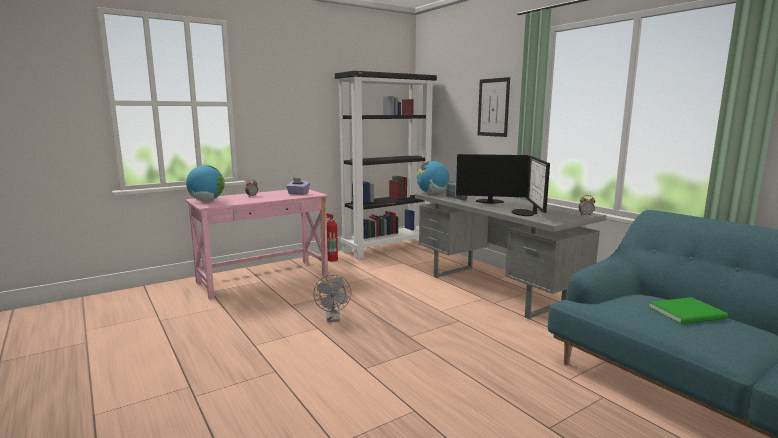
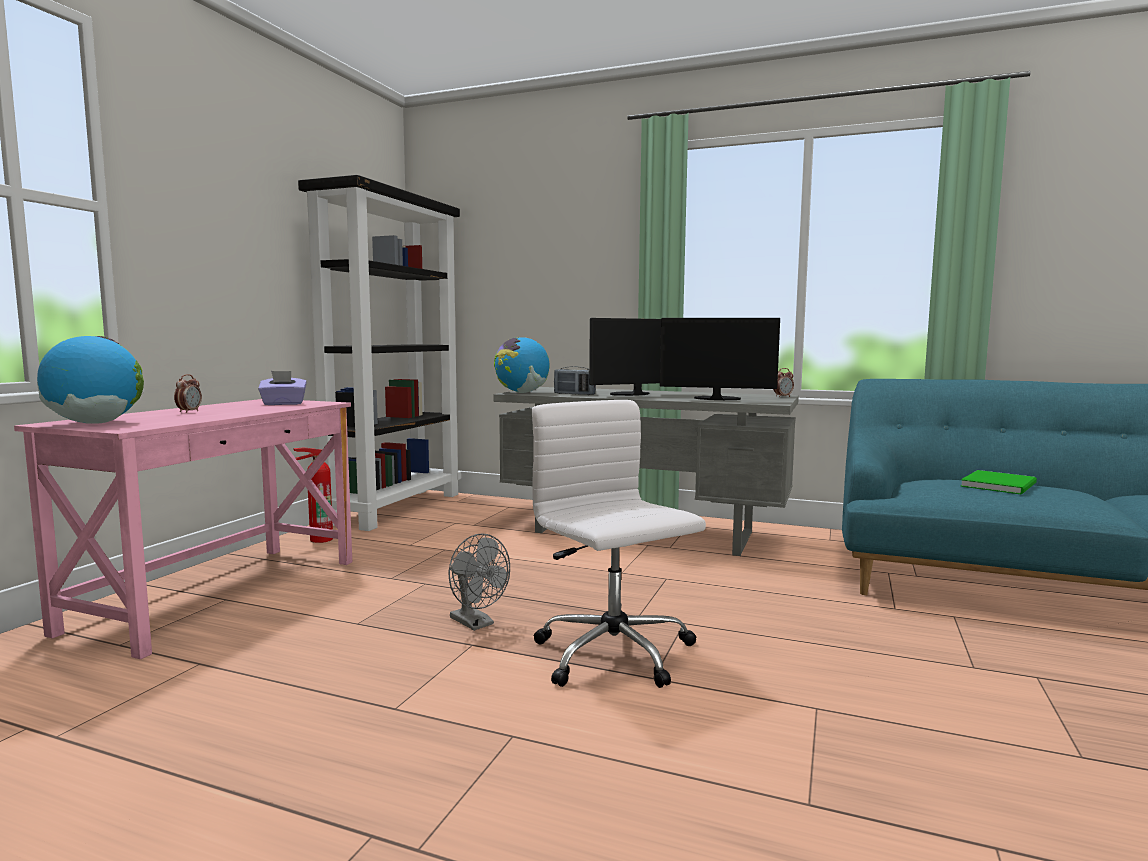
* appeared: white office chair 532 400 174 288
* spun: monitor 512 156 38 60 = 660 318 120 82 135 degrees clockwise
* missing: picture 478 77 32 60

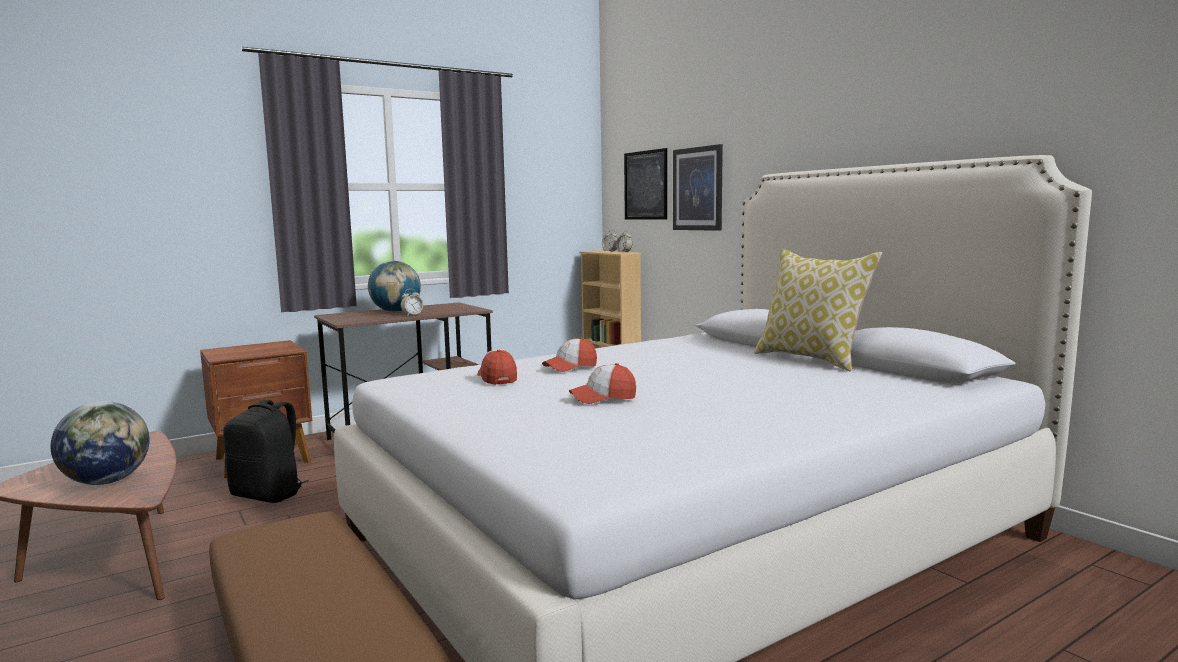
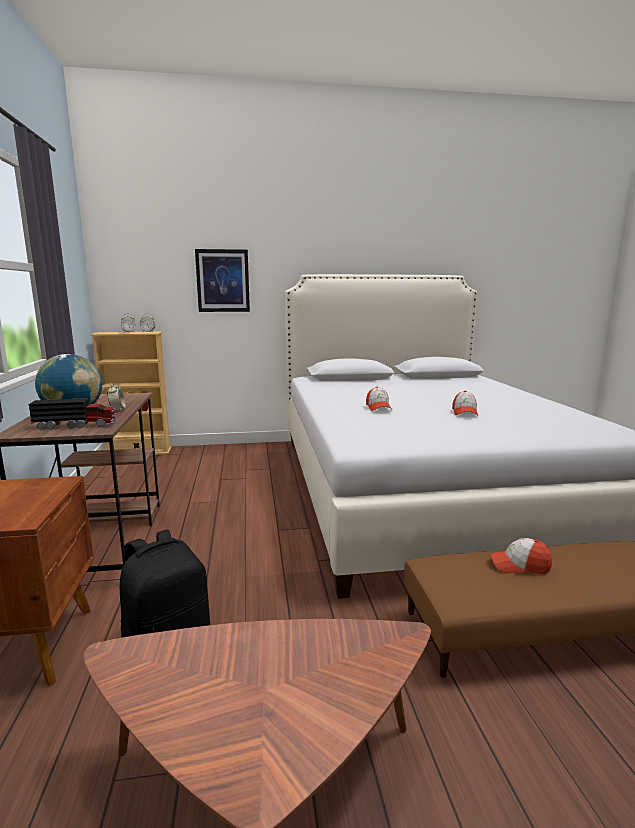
* appeared: toy truck 28 396 89 34
* relocated: cap 477 349 40 36 to 490 538 62 36
* missing: globe 51 401 99 84
* missing: picture 624 148 43 72
* missing: pillow 754 249 128 122

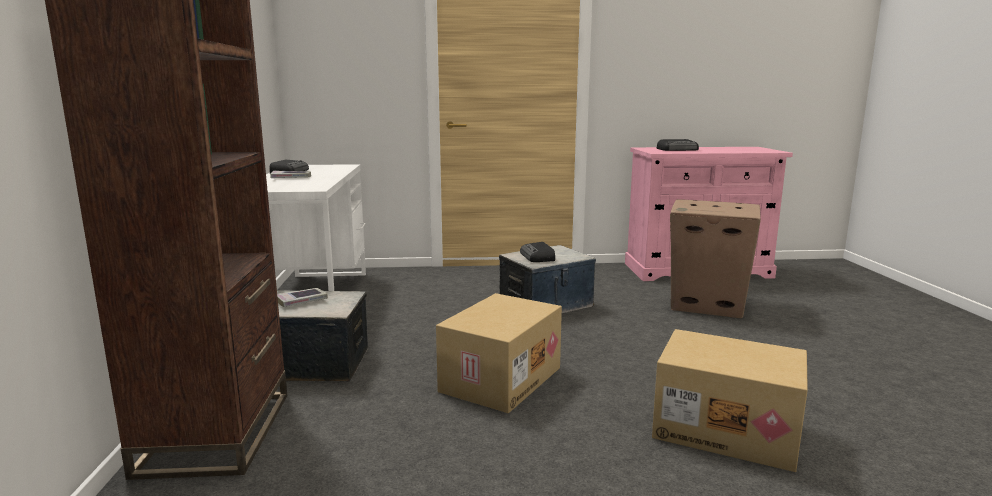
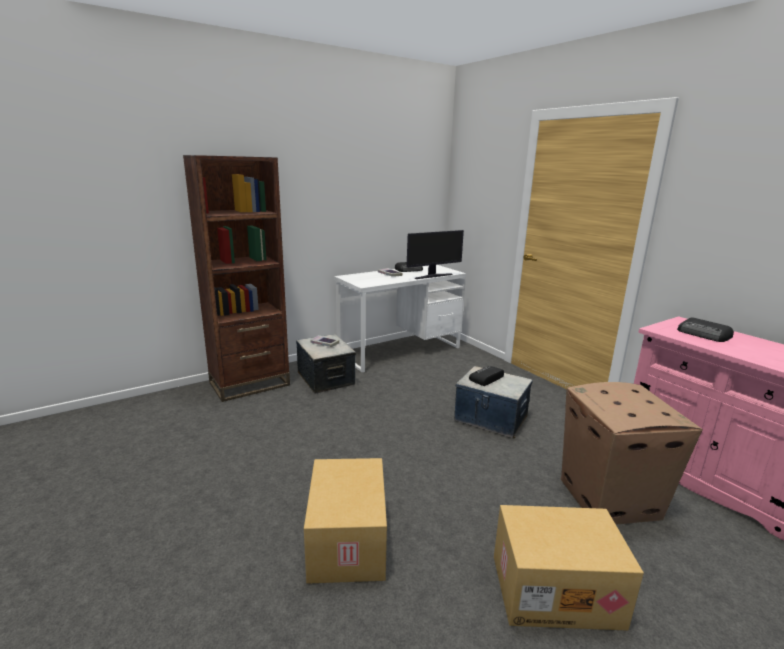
* appeared: monitor 406 230 58 49
* relocated: cardboard box 436 293 126 120 to 494 505 150 126

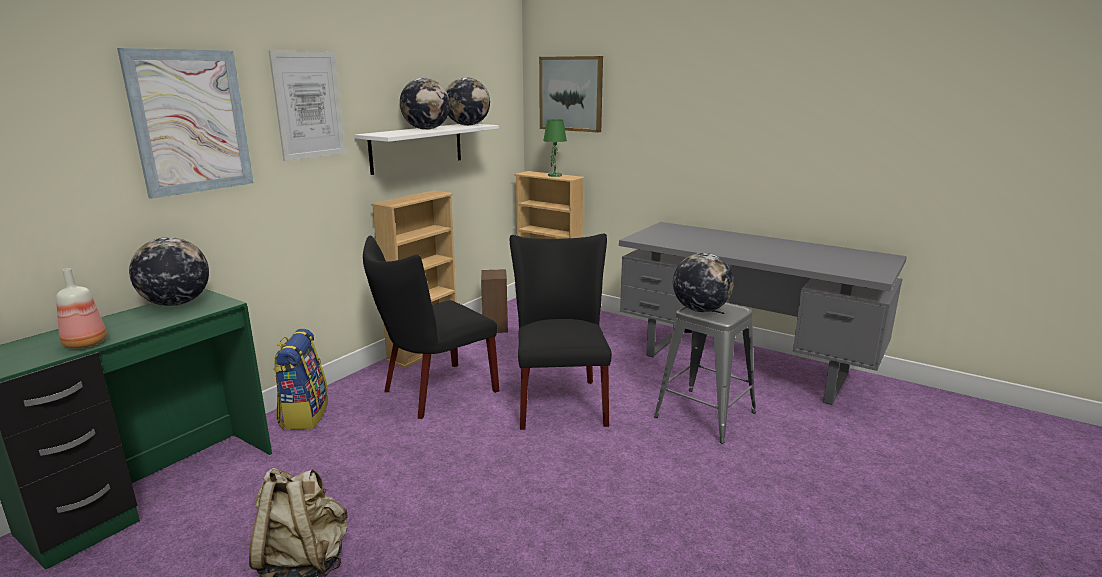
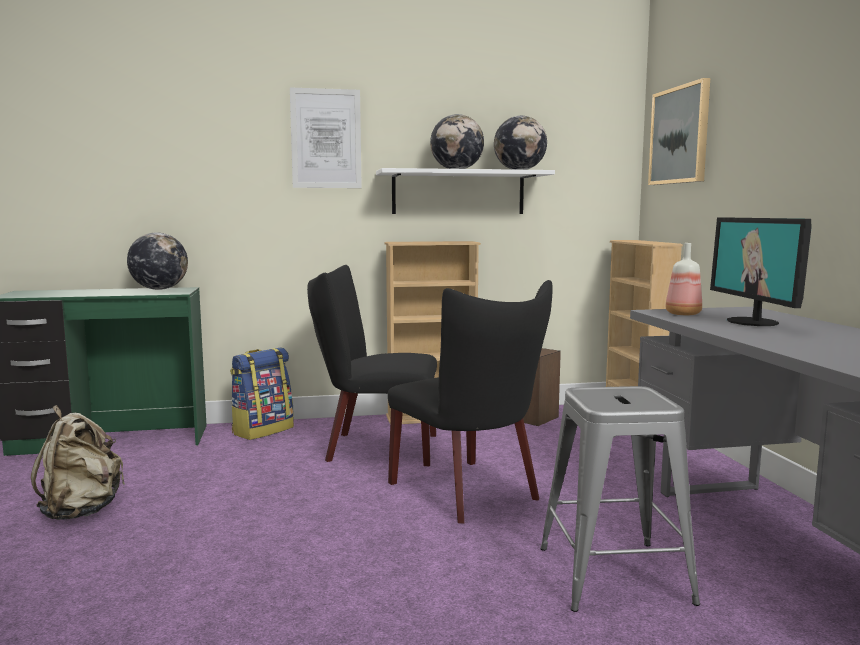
* spun: black chair 510 233 102 197 = 388 280 165 243 105 degrees clockwise
* relocated: bottle 56 268 51 81 to 665 243 37 72
* appeared: monitor 710 217 102 109
* missing: picture 117 48 137 151
* missing: green table lamp 543 119 24 58
* missing: globe 673 253 61 59

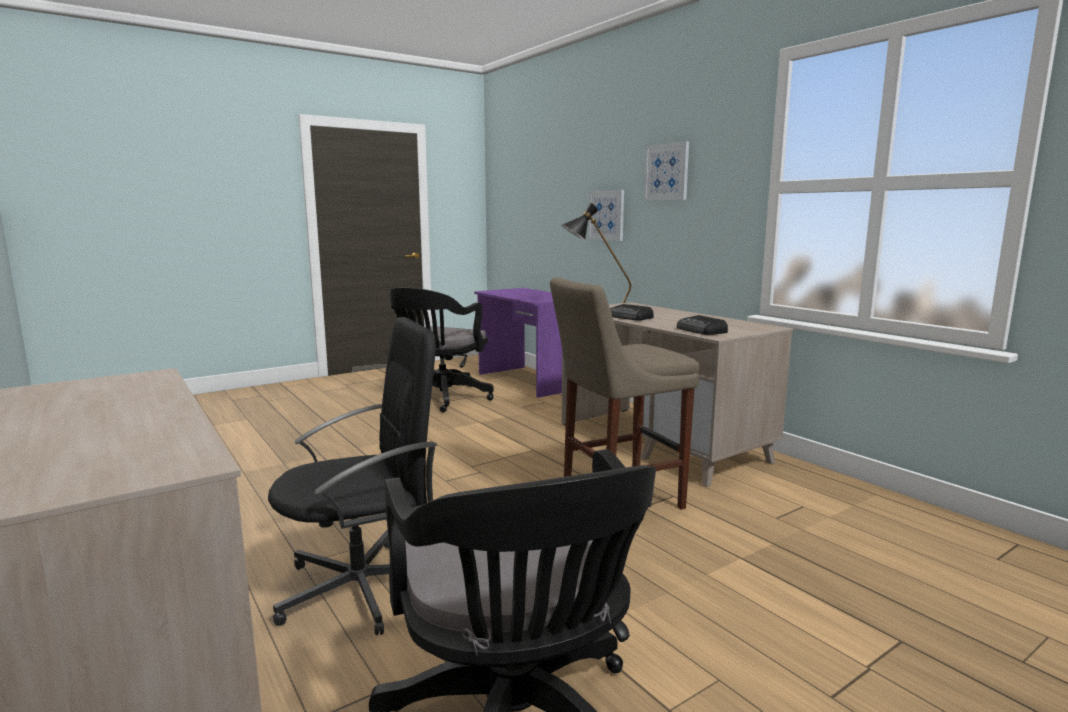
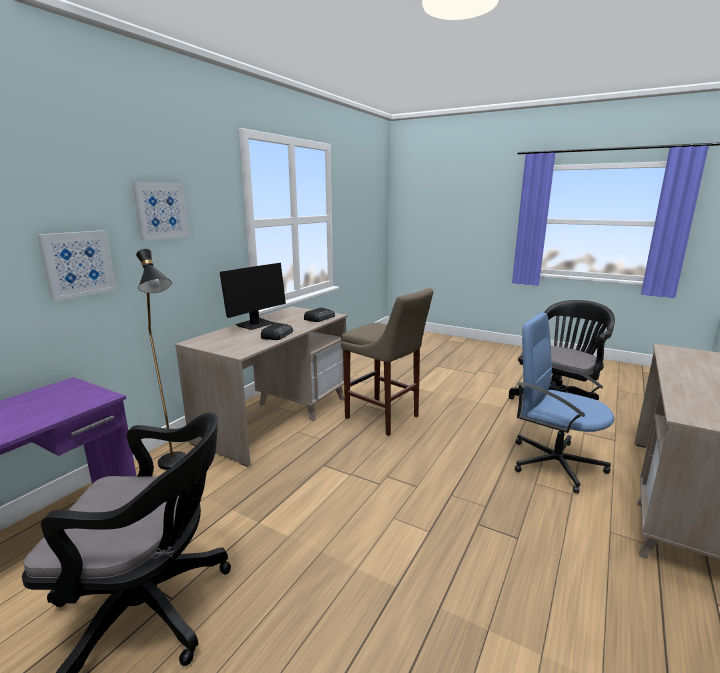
* appeared: monitor 220 263 66 67
* colour: black office chair 268 317 169 318 to blue office chair 515 312 99 181

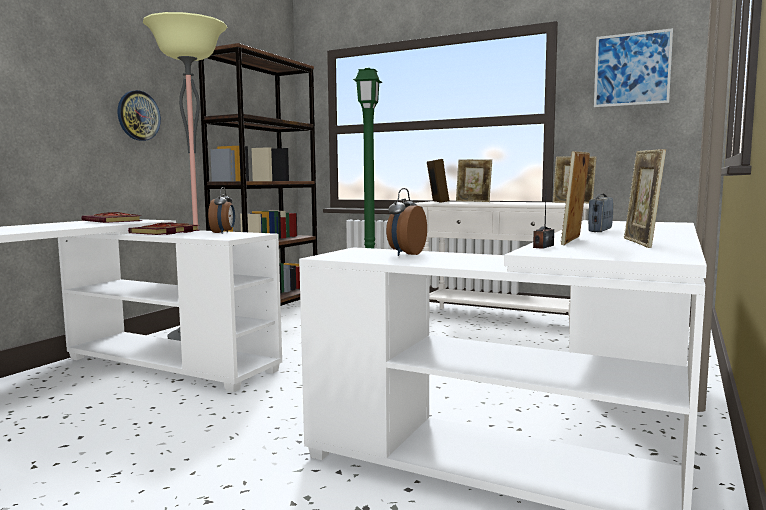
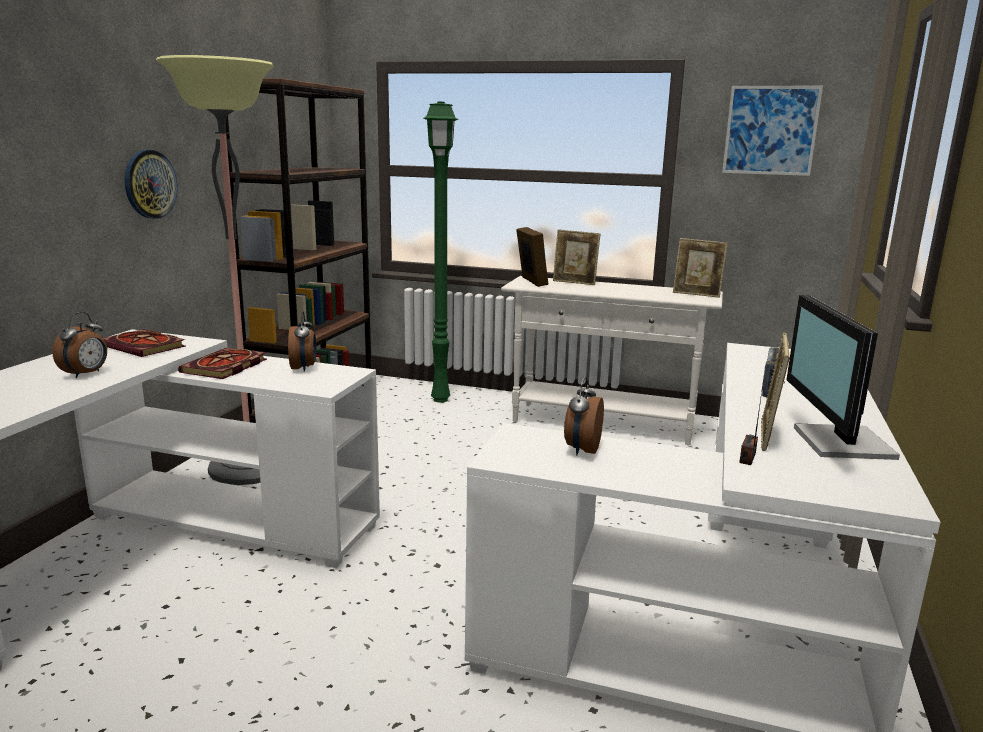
* appeared: alarm clock 52 312 55 66
* exchanged: picture frame 624 149 42 99 to monitor 787 295 113 165

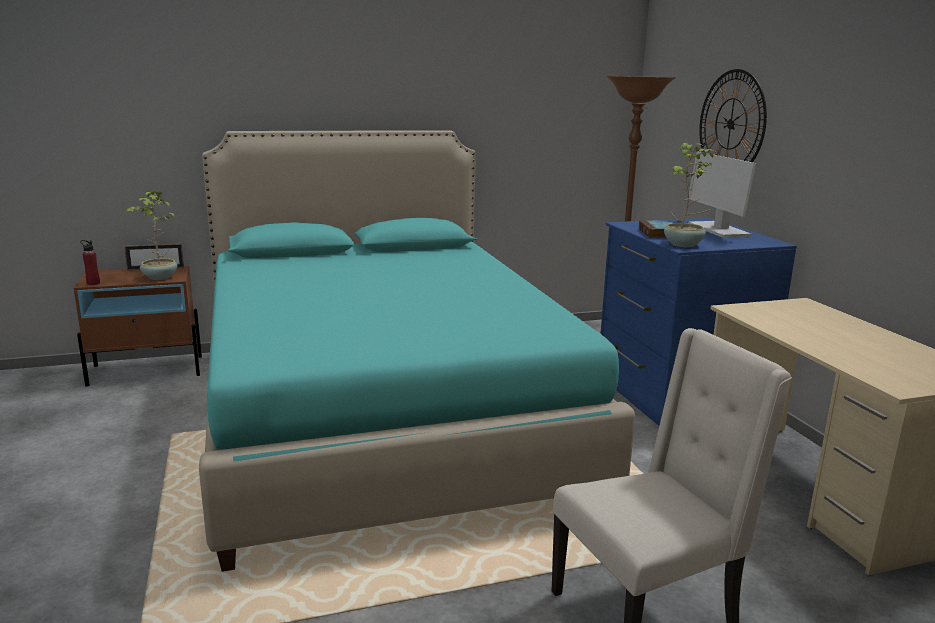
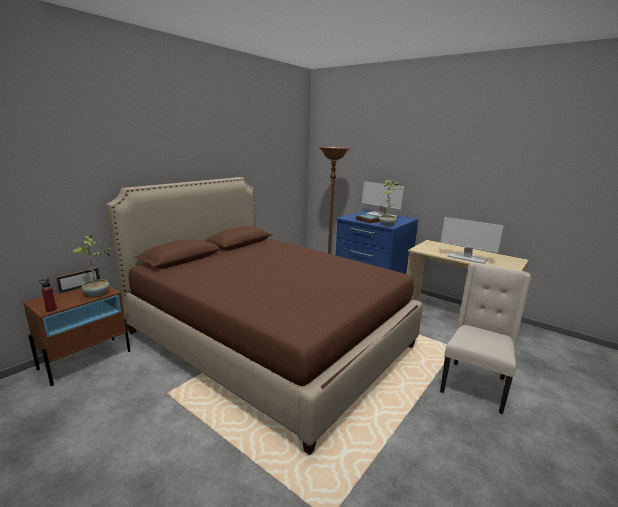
* colour: turquoise bed 199 130 436 442 to brown bed 106 177 317 278
* appeared: monitor 441 217 63 47
* missing: wall clock 699 69 68 93

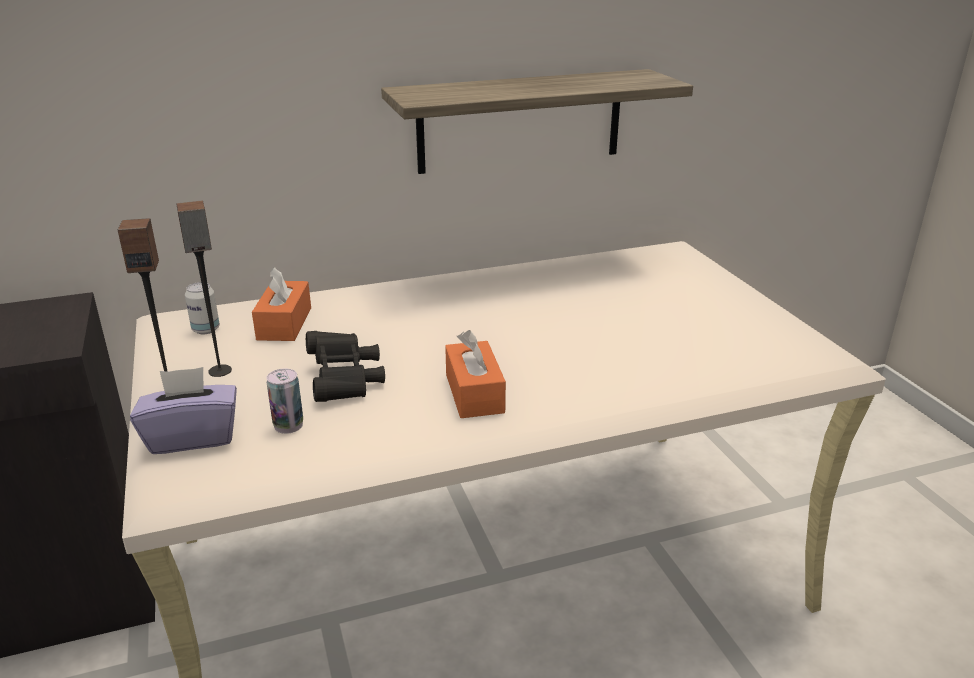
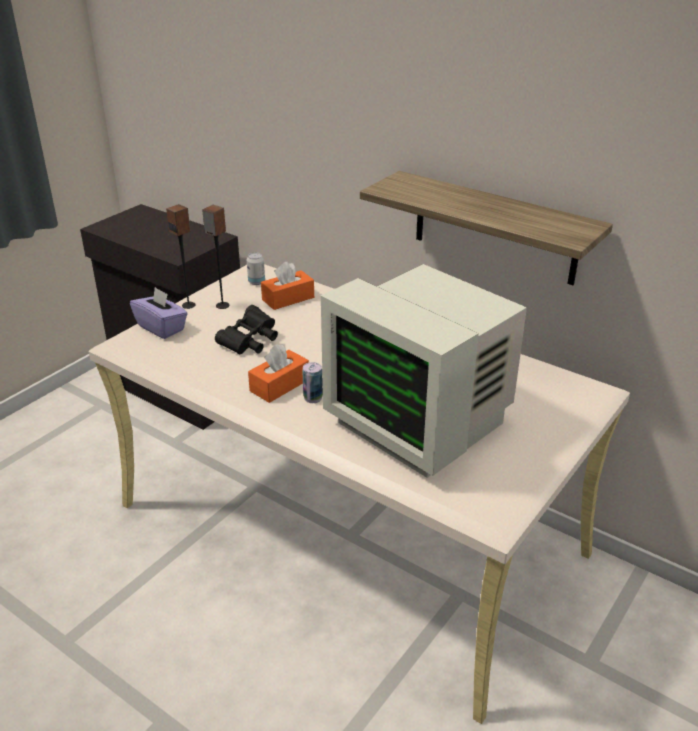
* relocated: can 266 368 37 66 to 302 362 21 41
* appeared: monitor 321 264 206 214

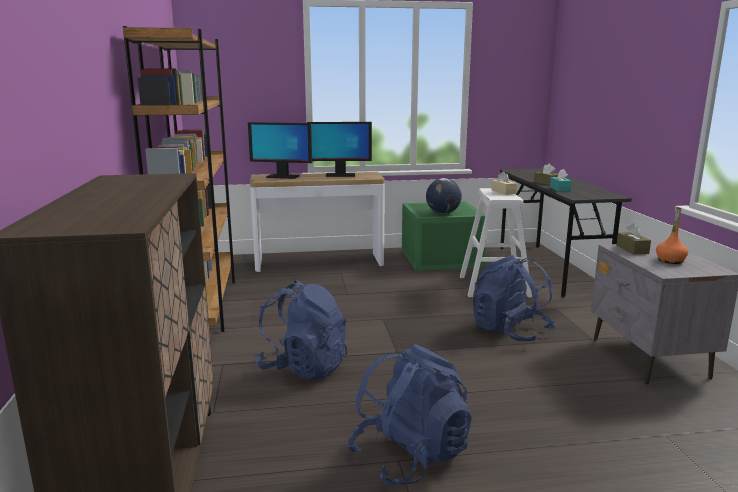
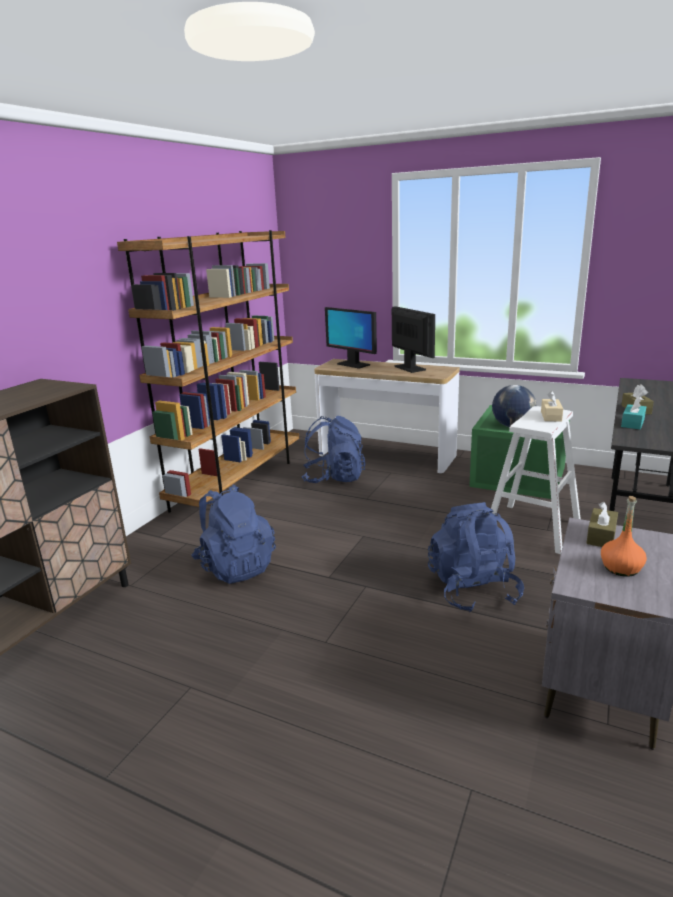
* relocated: blue backpack 348 344 124 141 to 302 416 64 67
* spun: monitor 307 122 65 55 = 392 306 43 67 150 degrees counterclockwise

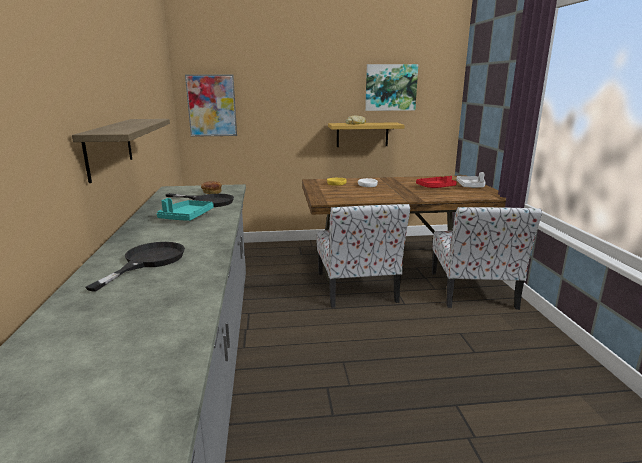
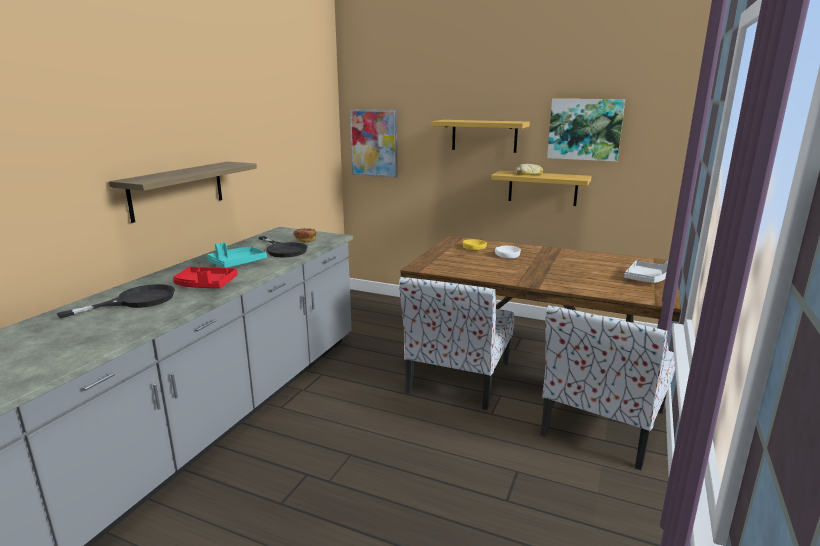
* relocated: red tray 416 176 41 12 to 173 267 65 21
* appeared: shelf 432 120 98 33

